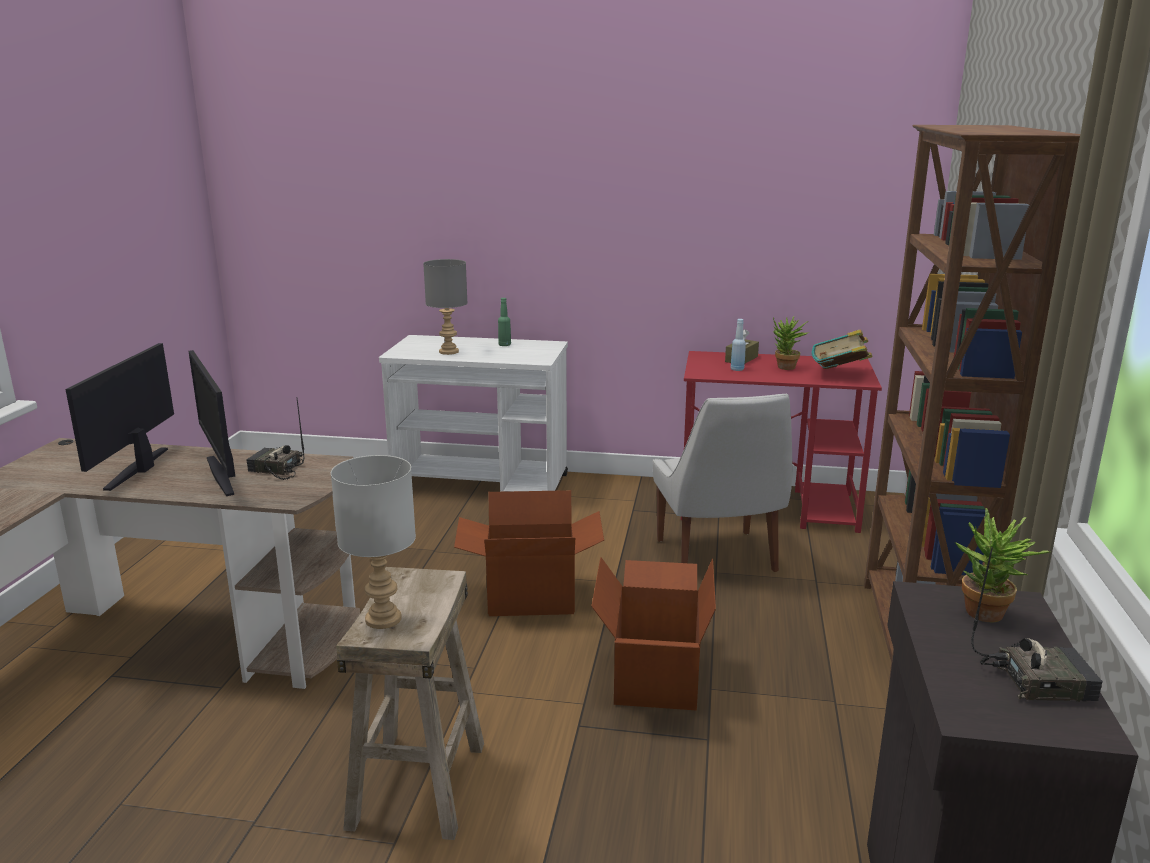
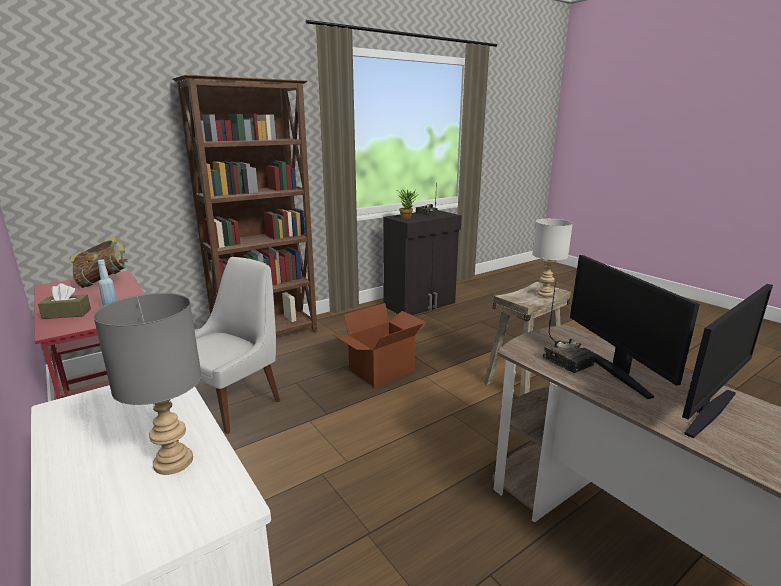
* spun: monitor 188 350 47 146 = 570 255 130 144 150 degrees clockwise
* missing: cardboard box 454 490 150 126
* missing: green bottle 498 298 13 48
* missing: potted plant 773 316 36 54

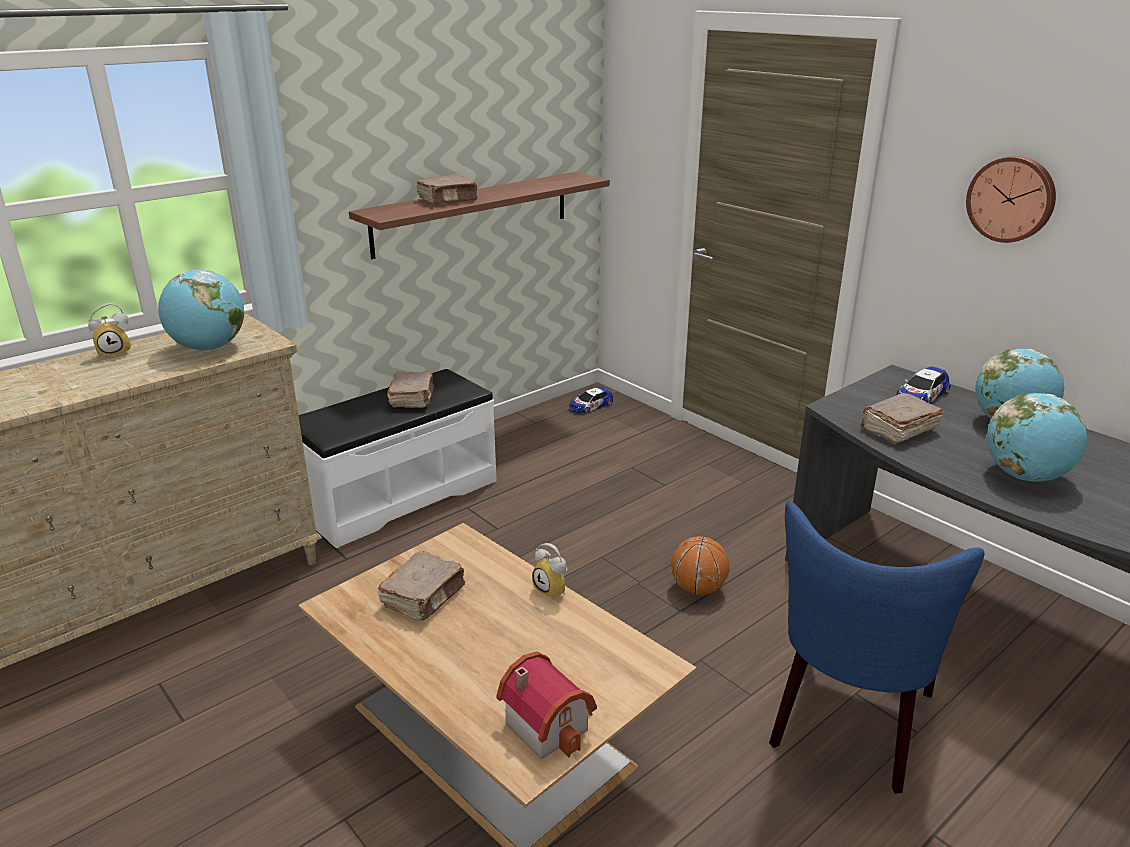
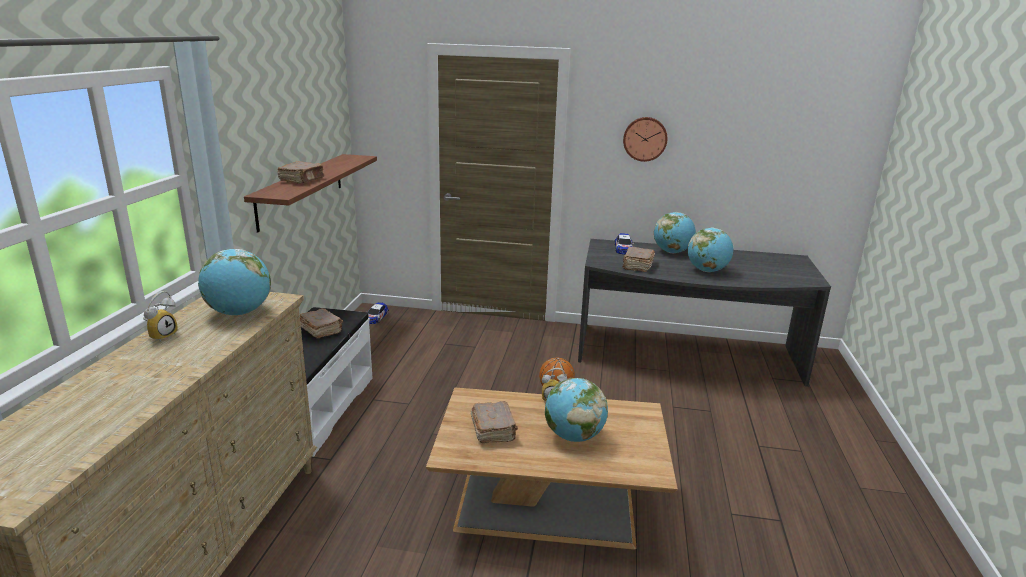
* appeared: globe 545 378 63 64
* missing: toy house 496 651 101 109
* missing: blue chair 769 501 215 293

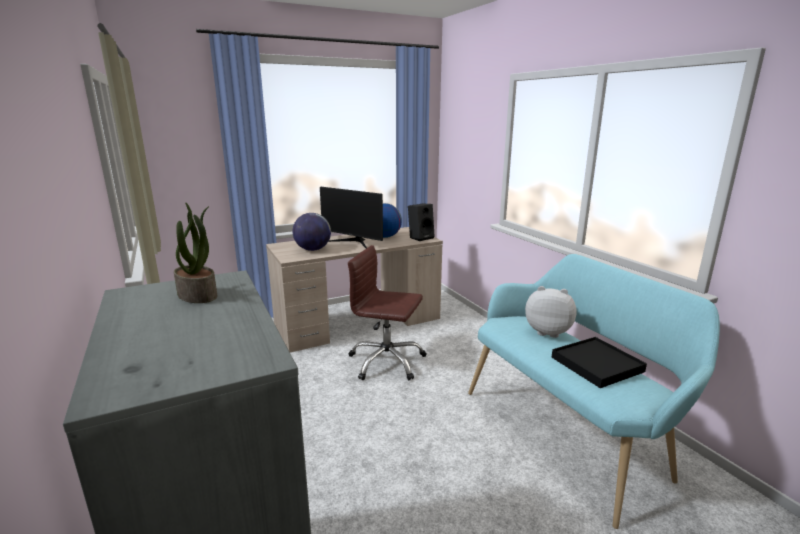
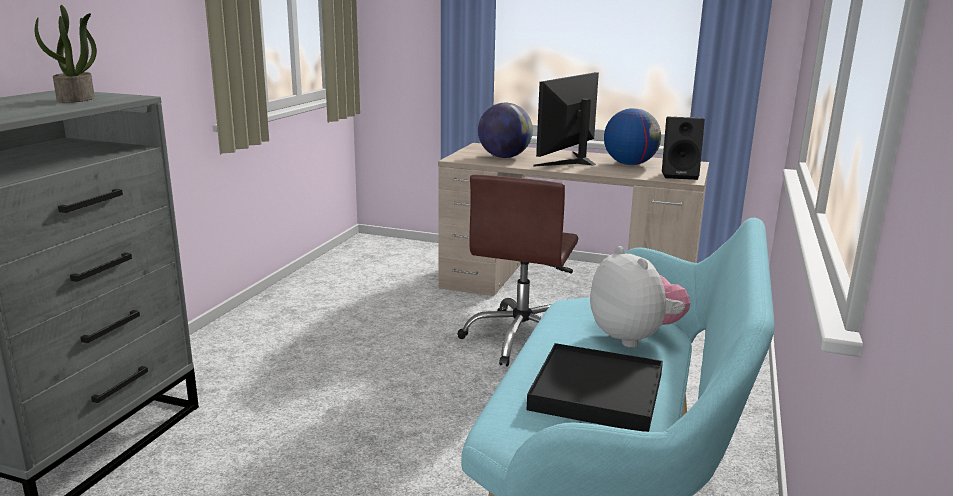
* spun: brown office chair 348 245 79 135 = 458 175 120 192 135 degrees counterclockwise
* spun: monitor 320 187 63 61 = 533 72 66 95 45 degrees clockwise

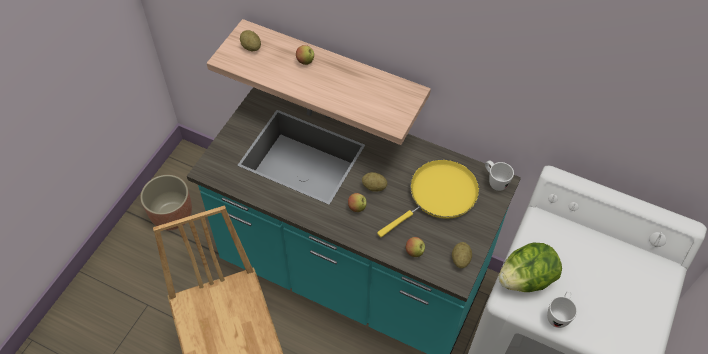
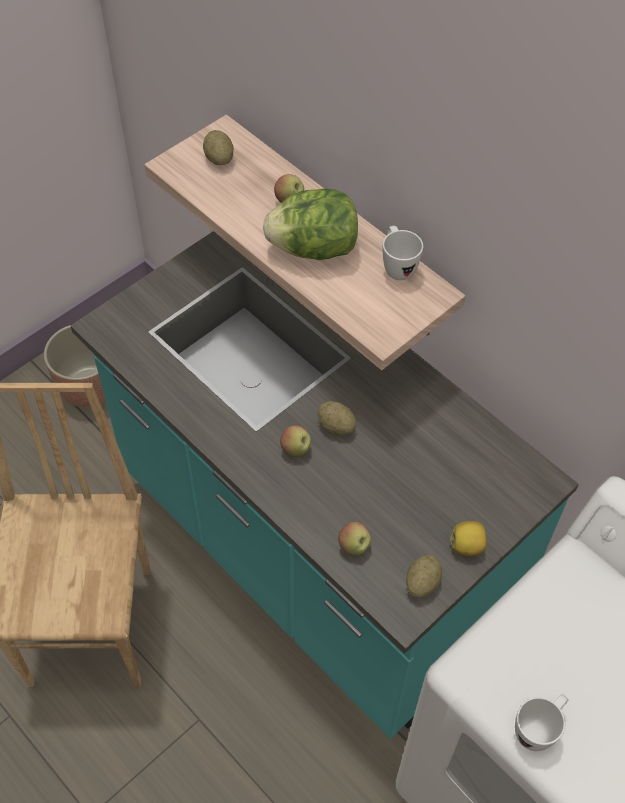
* relocated: lettuce 498 242 64 50 to 263 188 95 72
* relocated: white mug 485 161 29 30 to 383 226 40 54
* appeared: lemon 450 521 37 35
* missing: yellow frying pan 377 159 102 78

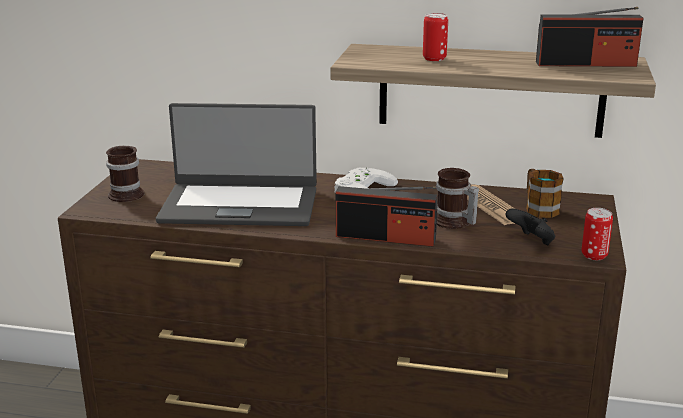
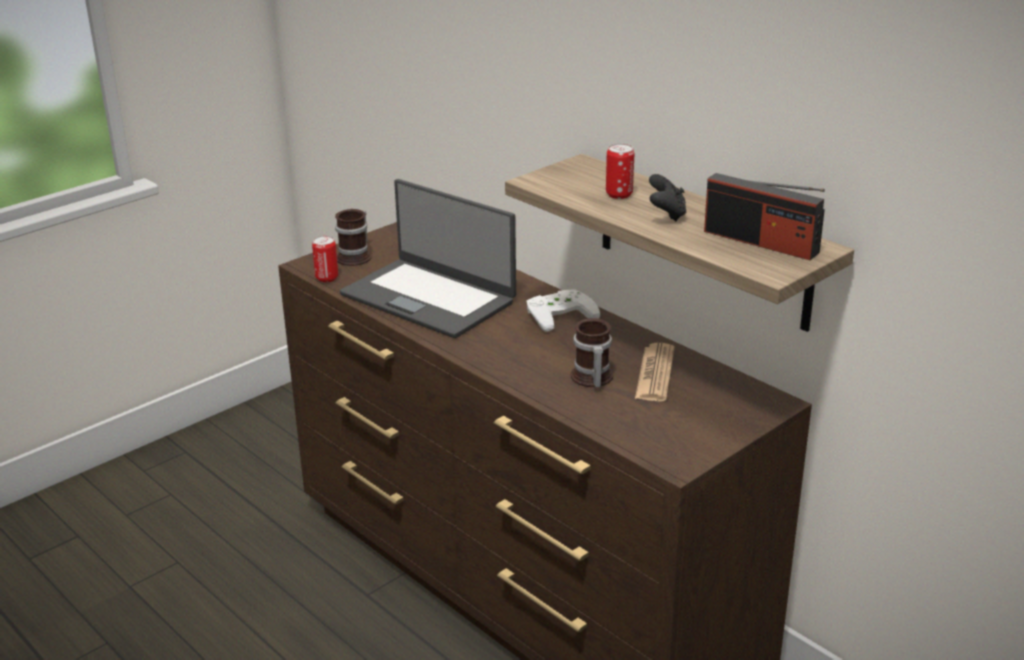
* relocated: can 582 208 31 52 to 312 236 26 46
* relocated: black game controller 505 209 50 36 to 649 174 37 47
* missing: radio 336 186 102 61
* missing: mug 526 169 38 49

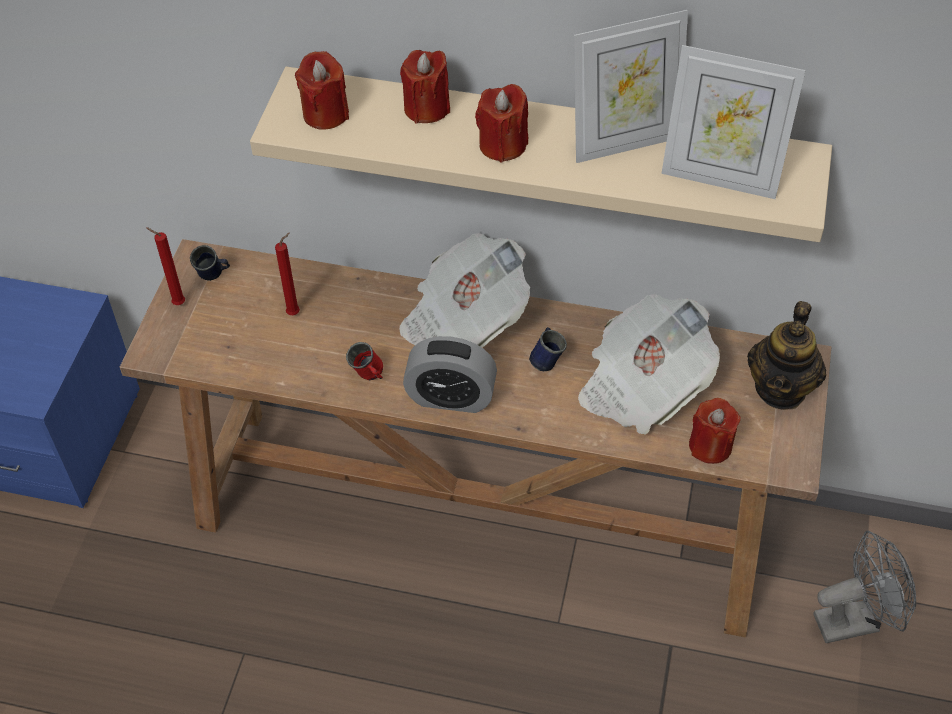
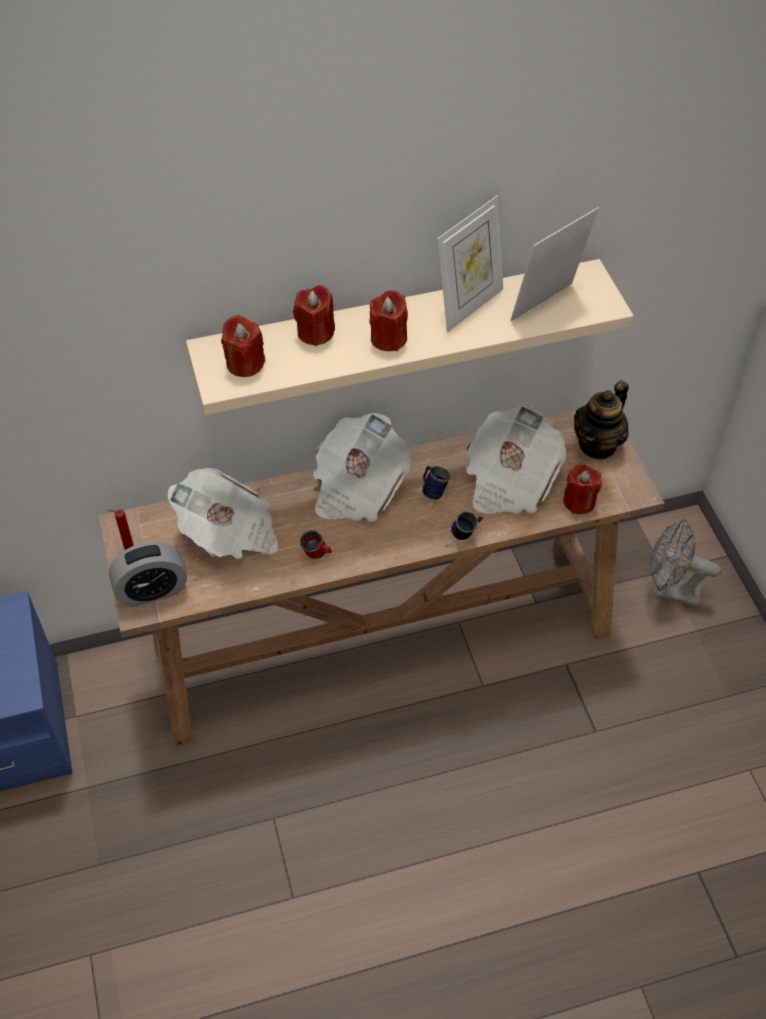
* relocated: alarm clock 403 336 94 77 to 109 542 78 65
* exchanged: red candle 275 232 25 83 to newspaper 168 468 110 91
* relocated: blue mug 190 245 40 36 to 451 511 32 29
* spun: picture frame 661 45 145 154 = 510 207 89 114 150 degrees clockwise
* spun: teapot 747 301 79 109 = 574 381 55 79 45 degrees clockwise
* spun: grey fan 813 531 103 112 = 650 519 71 88 120 degrees counterclockwise

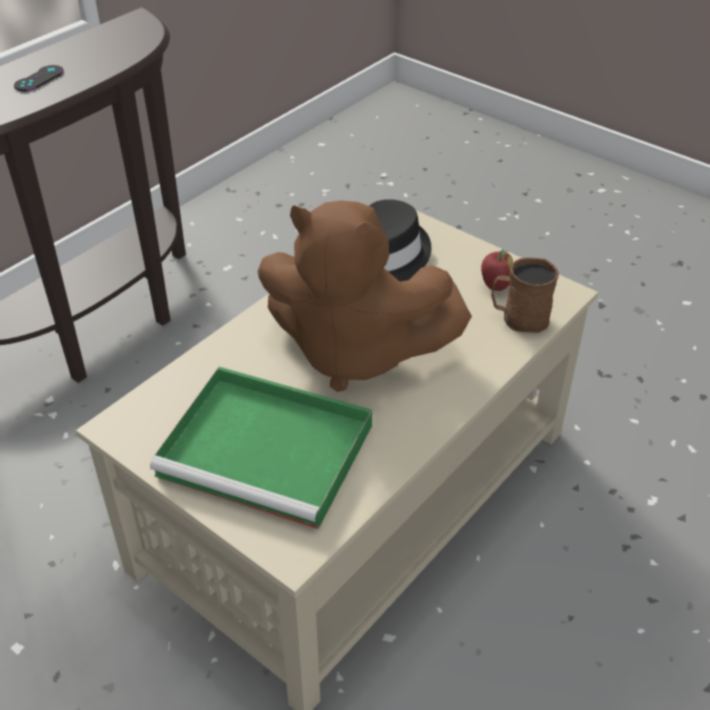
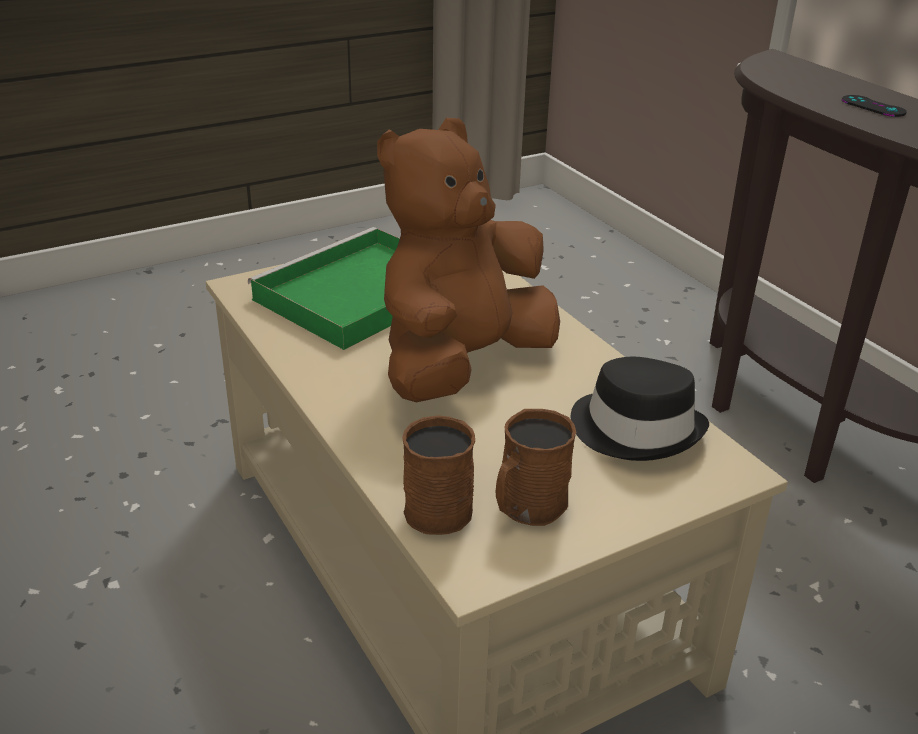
* exchanged: apple 481 249 32 42 to brown mug 496 409 80 117

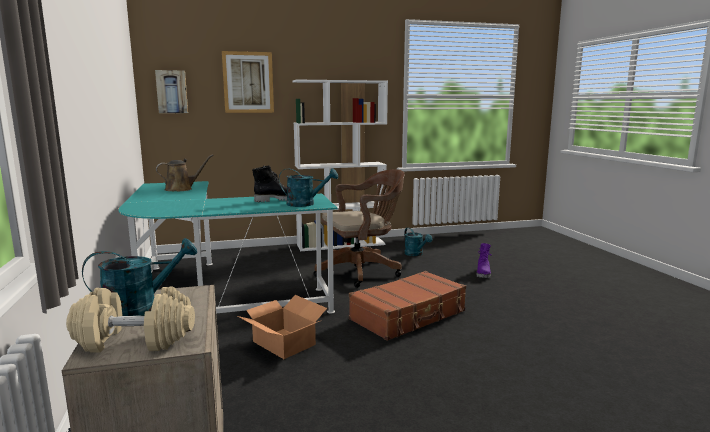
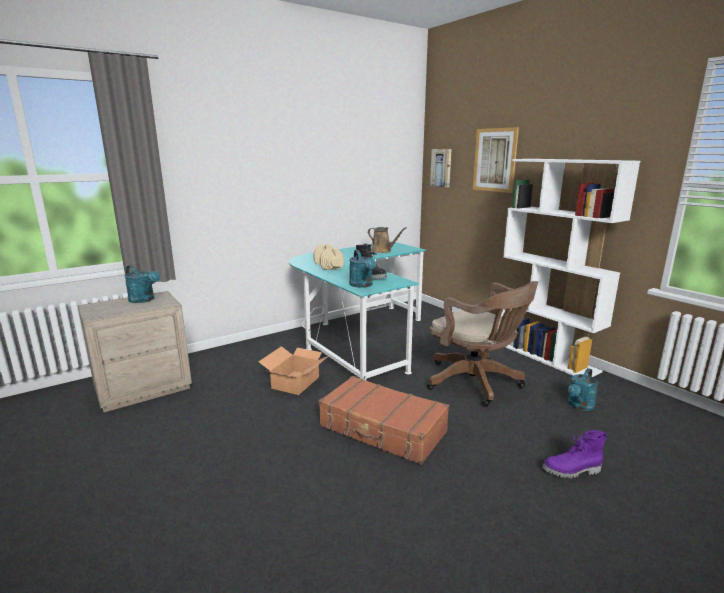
* relocated: beige dumbbell 66 286 129 67 to 313 243 31 27

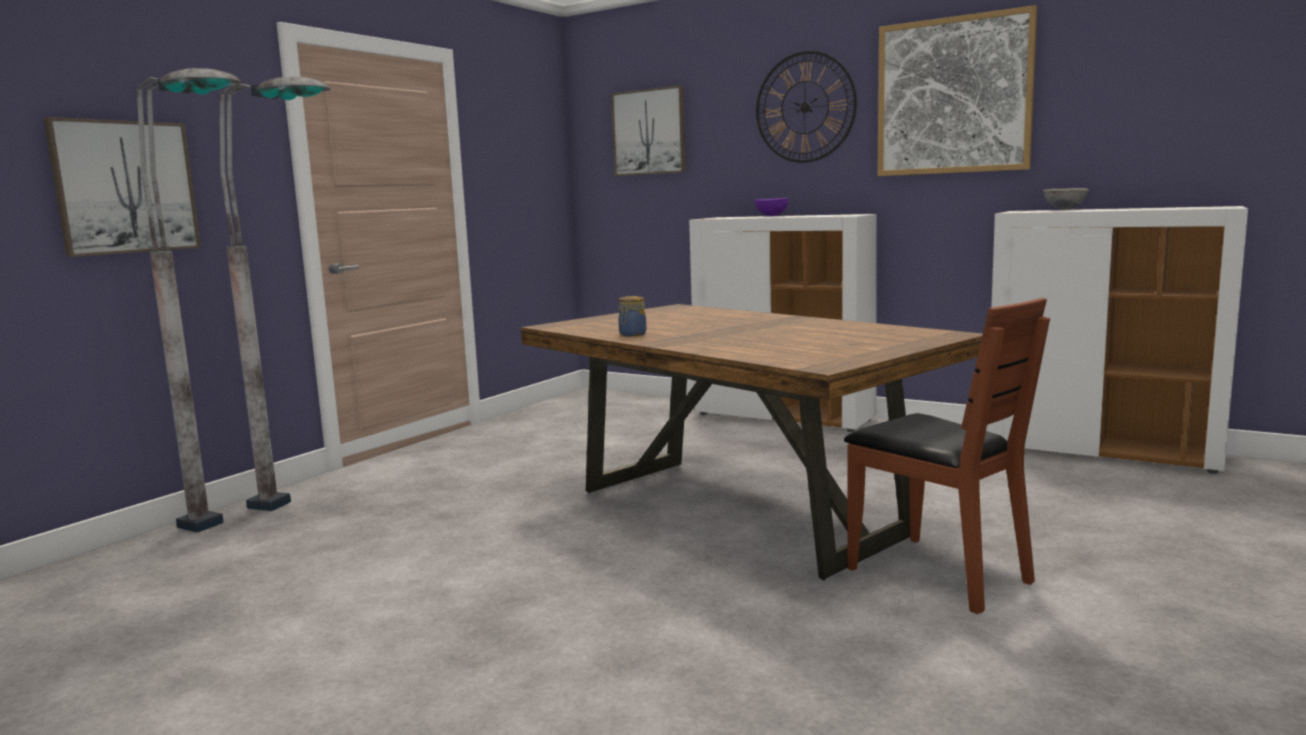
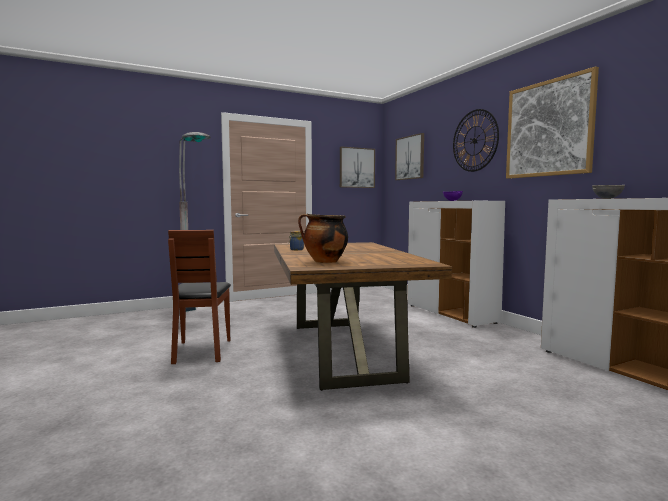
* relocated: brown chair 844 298 206 316 to 168 230 63 134
* appeared: cooking pot 298 213 50 50
* relocated: picture 44 117 157 140 to 340 146 35 42
* missing: grey floor lamp 137 68 105 465

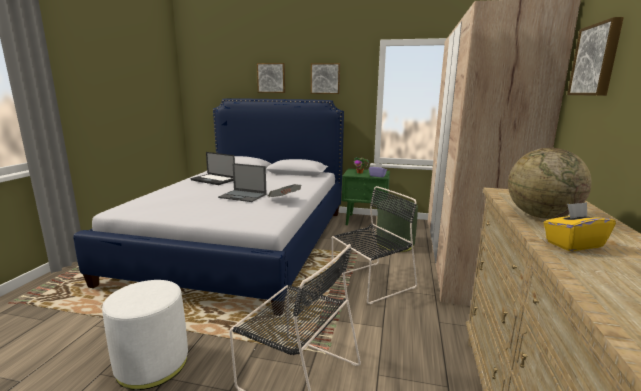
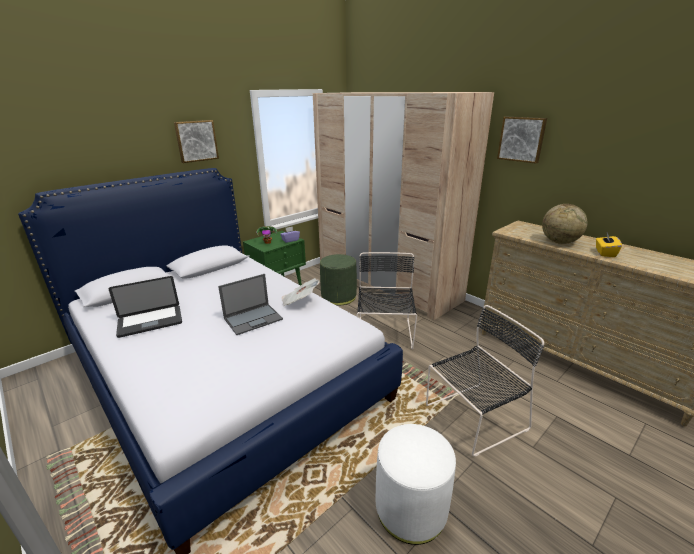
* missing: picture 257 63 28 30

